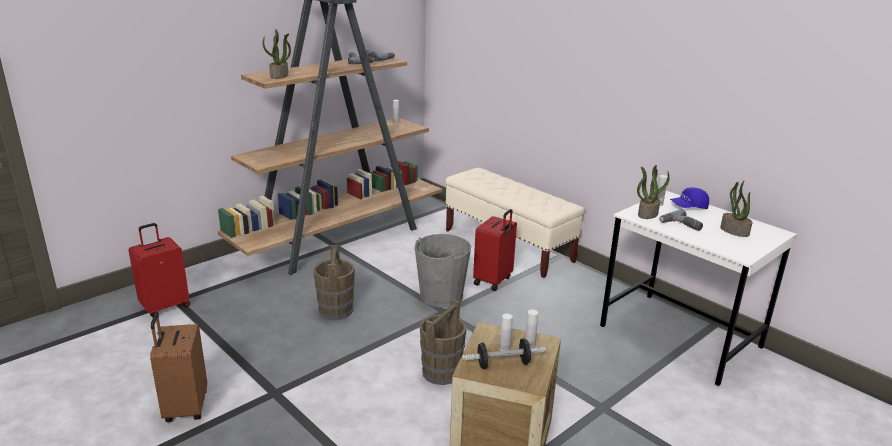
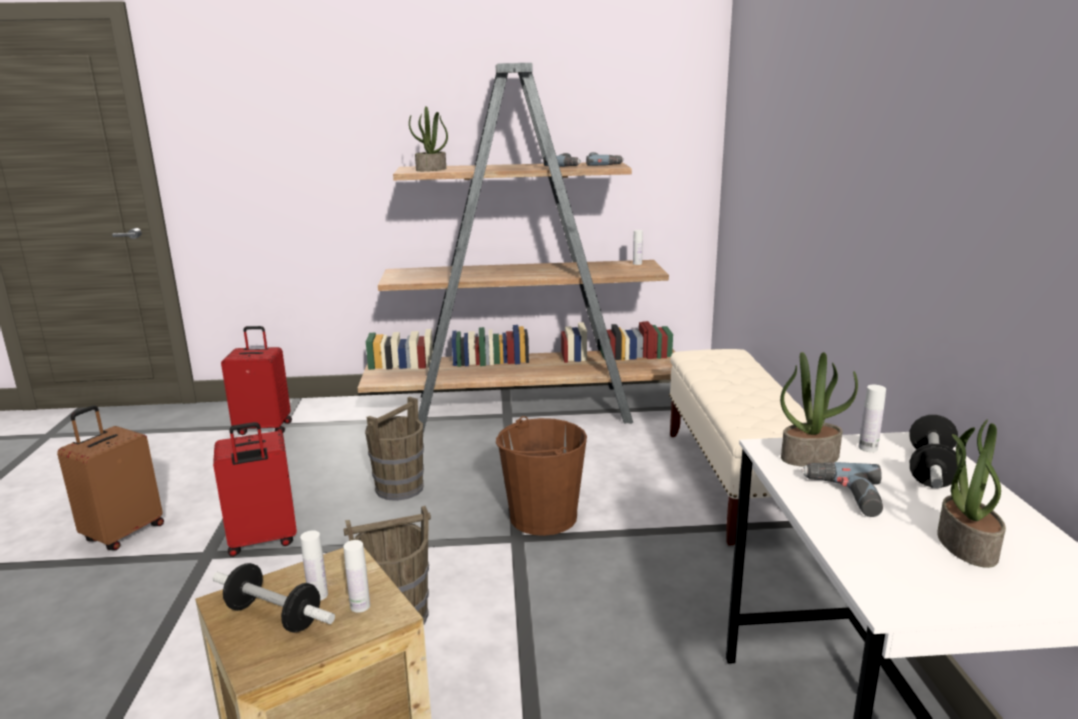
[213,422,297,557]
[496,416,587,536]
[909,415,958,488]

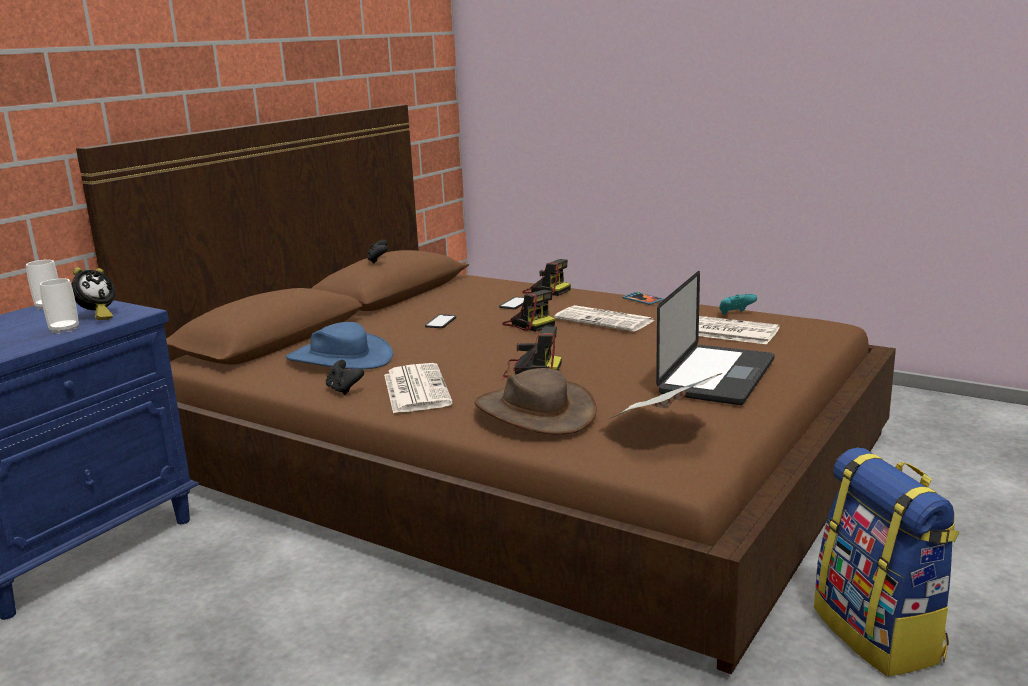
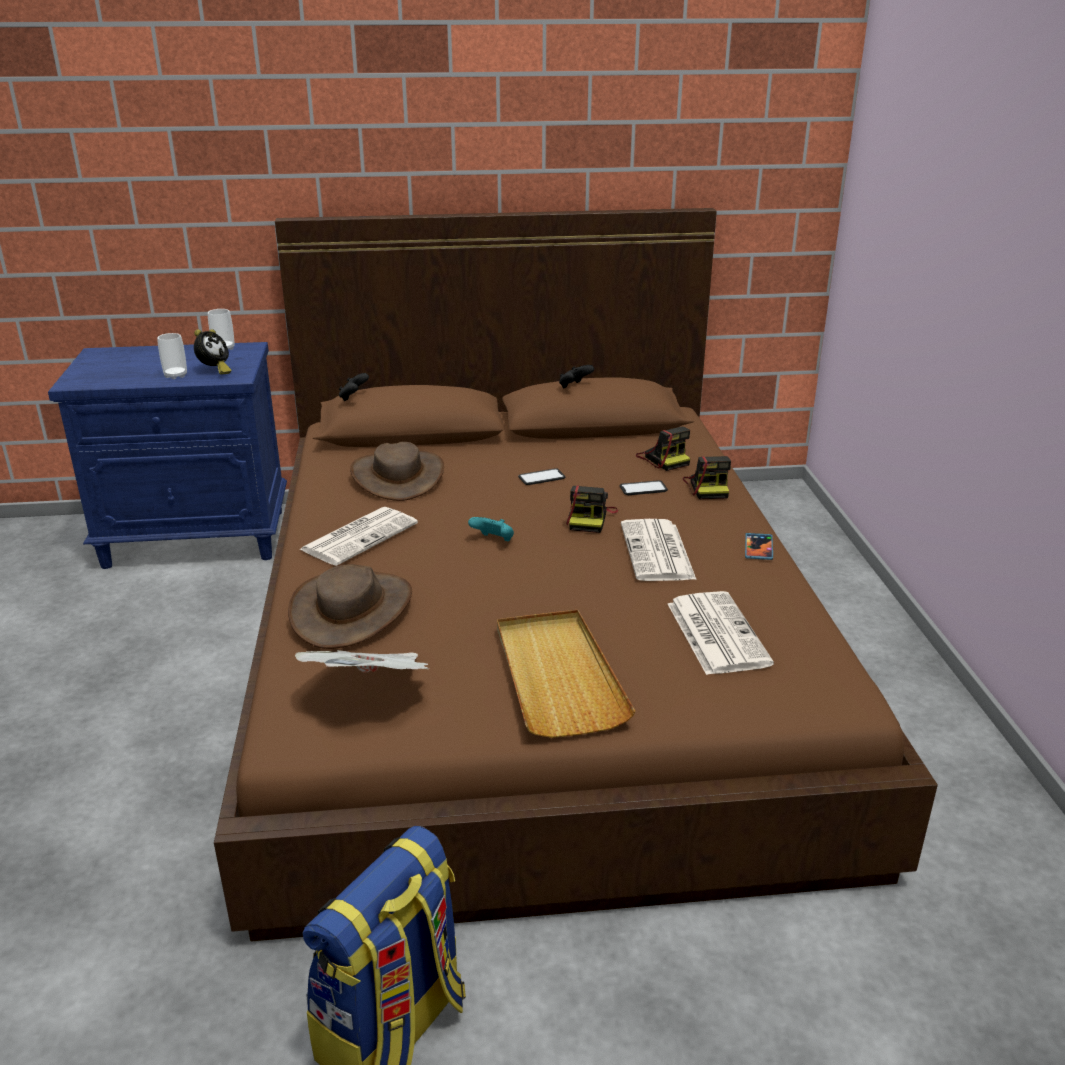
[194,329,232,375]
[339,373,369,401]
[350,442,444,501]
[468,517,514,541]
[497,610,636,738]
[636,427,690,471]

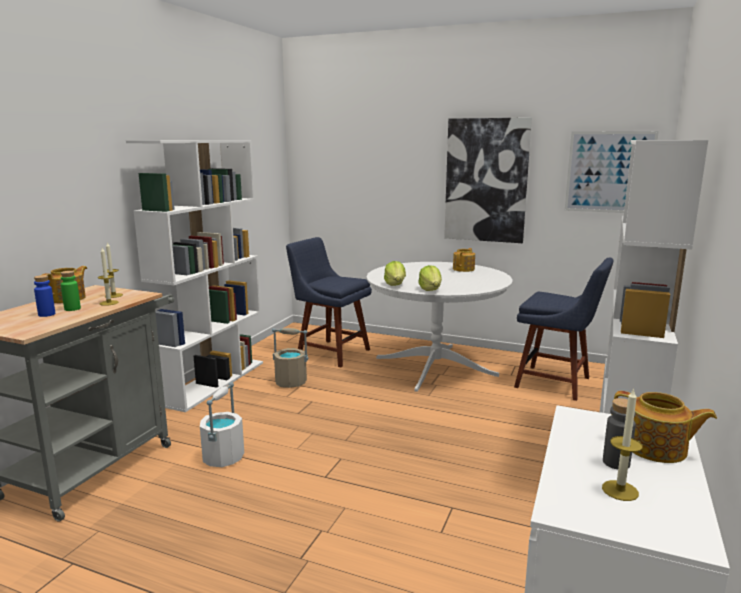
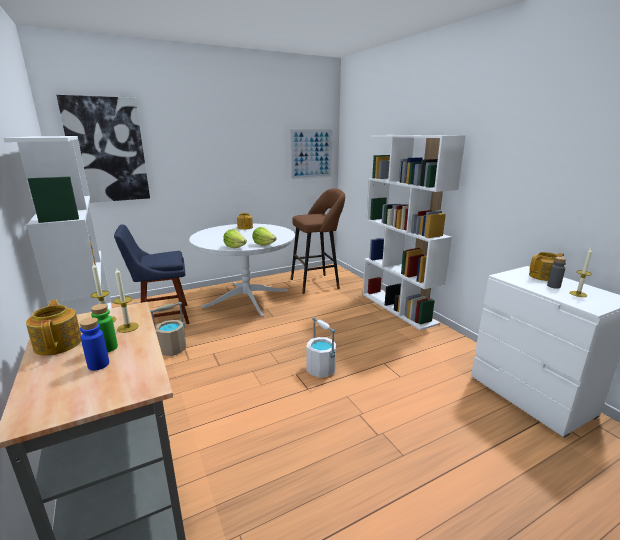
[57,95,150,203]
[291,188,345,294]
[306,317,336,378]

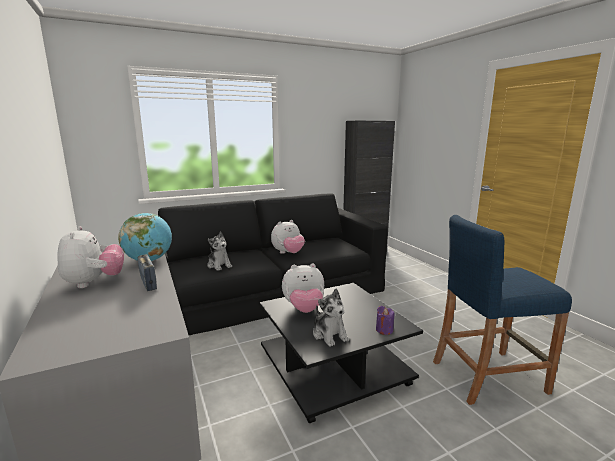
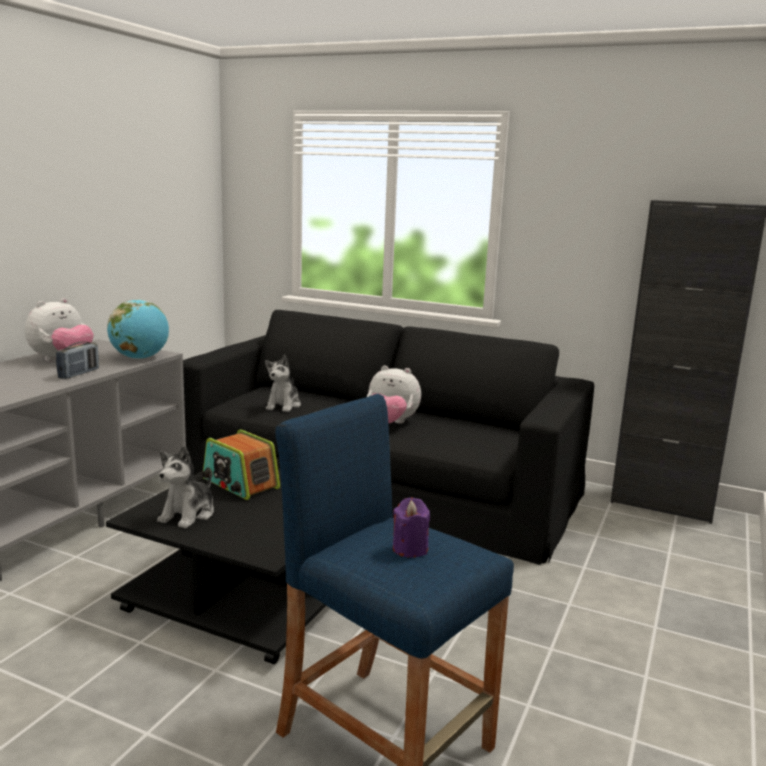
[202,429,280,500]
[393,497,430,558]

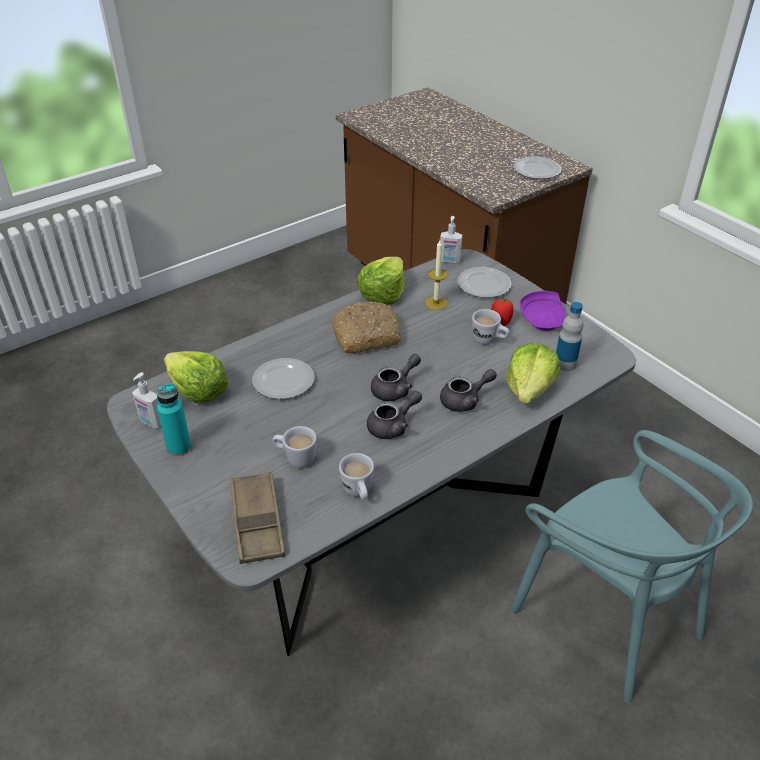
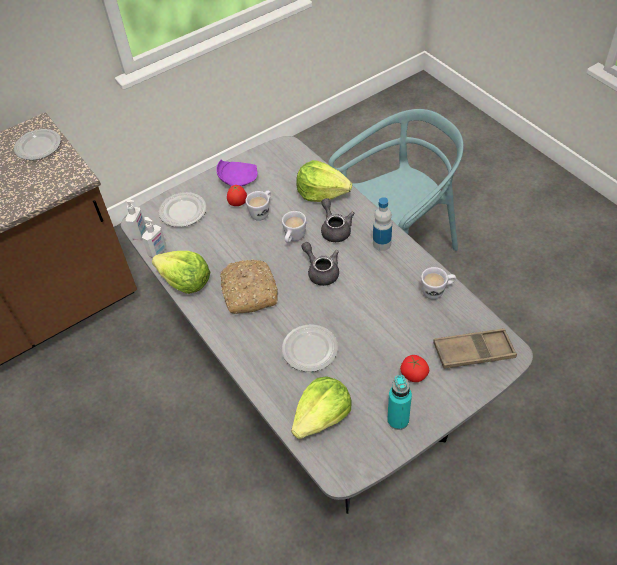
[142,217,167,258]
[282,211,306,243]
[373,197,392,251]
[400,355,429,382]
[367,391,422,439] (first image)
[425,240,448,310] (first image)

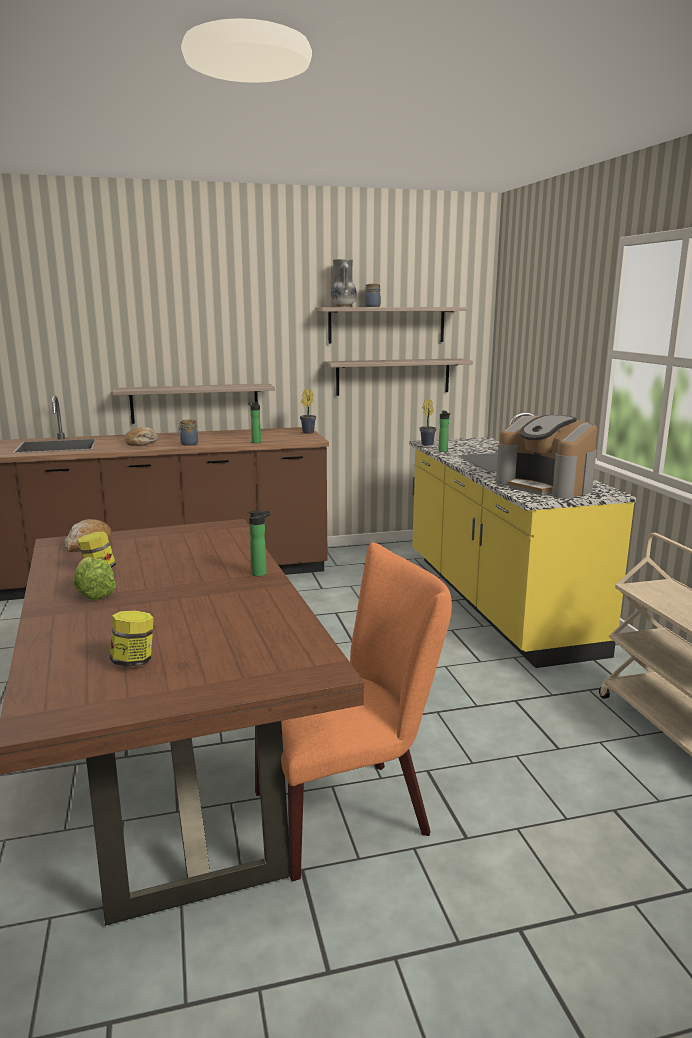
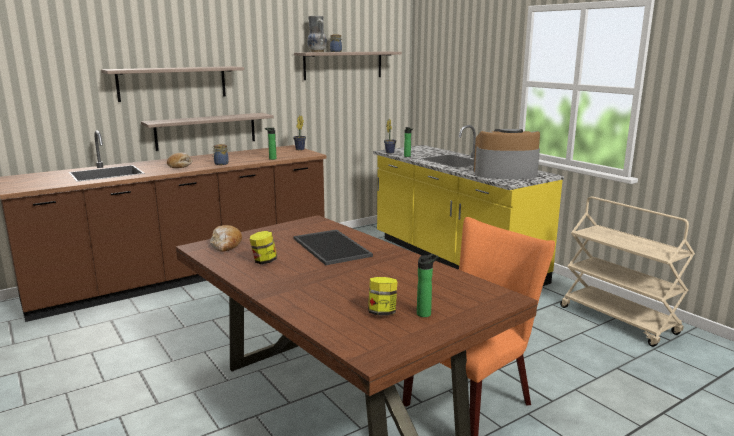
[101,66,244,102]
[293,229,373,265]
[417,254,438,317]
[473,129,540,179]
[74,557,116,600] (first image)

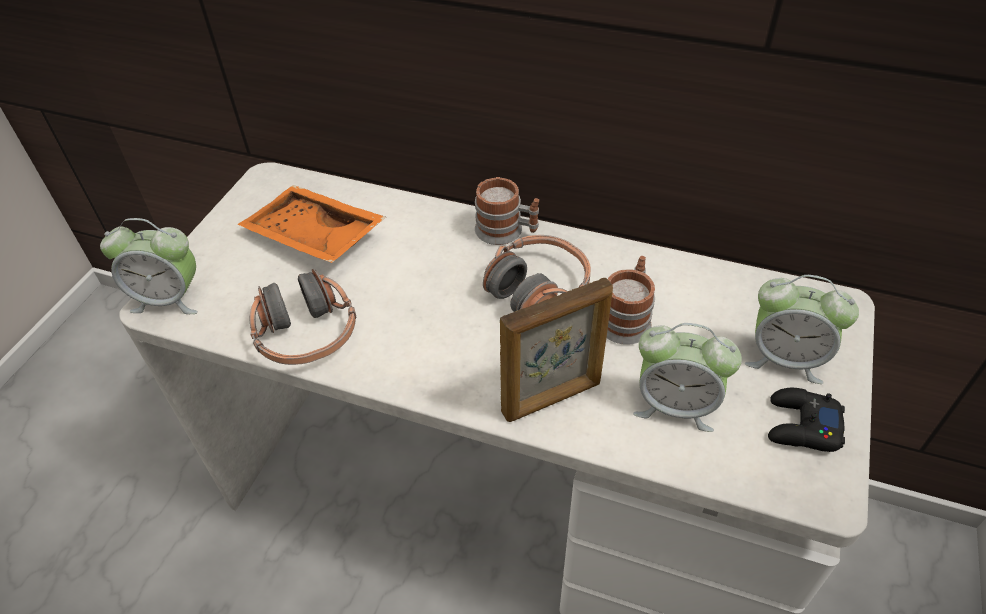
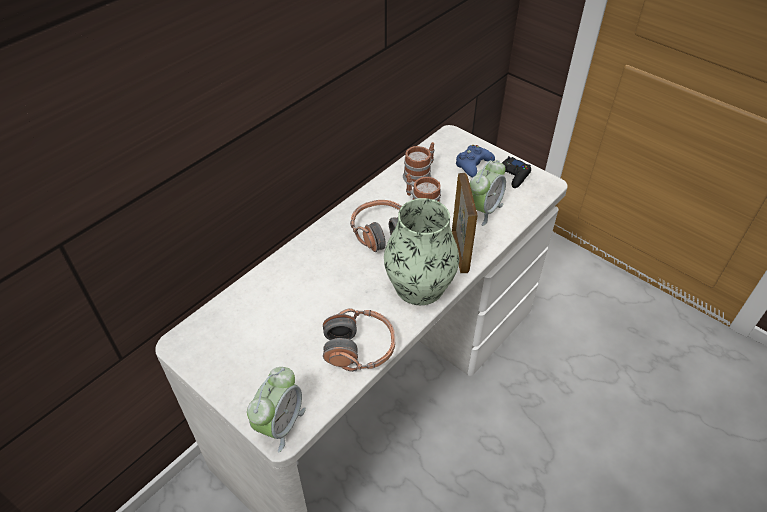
[384,198,459,305]
[403,142,434,183]
[455,145,495,178]
[237,185,386,263] (first image)

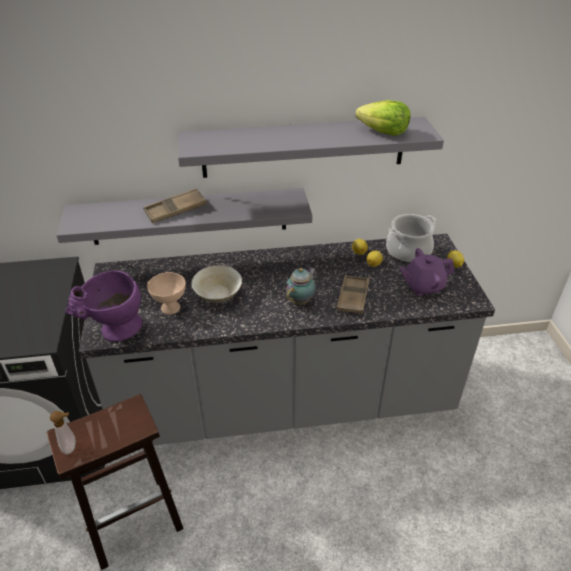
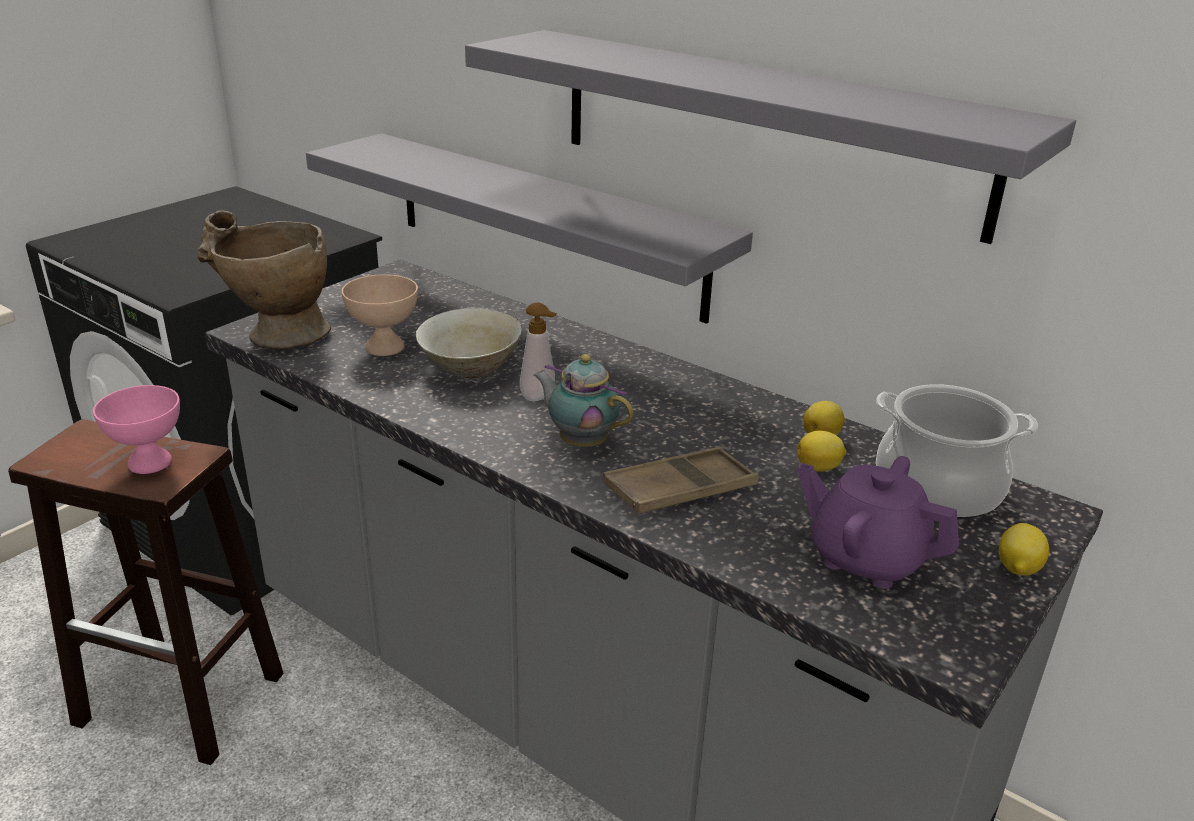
[93,385,180,474]
[198,210,331,349]
[520,303,557,402]
[534,354,634,447]
[143,188,207,223] (first image)
[355,100,411,136] (first image)

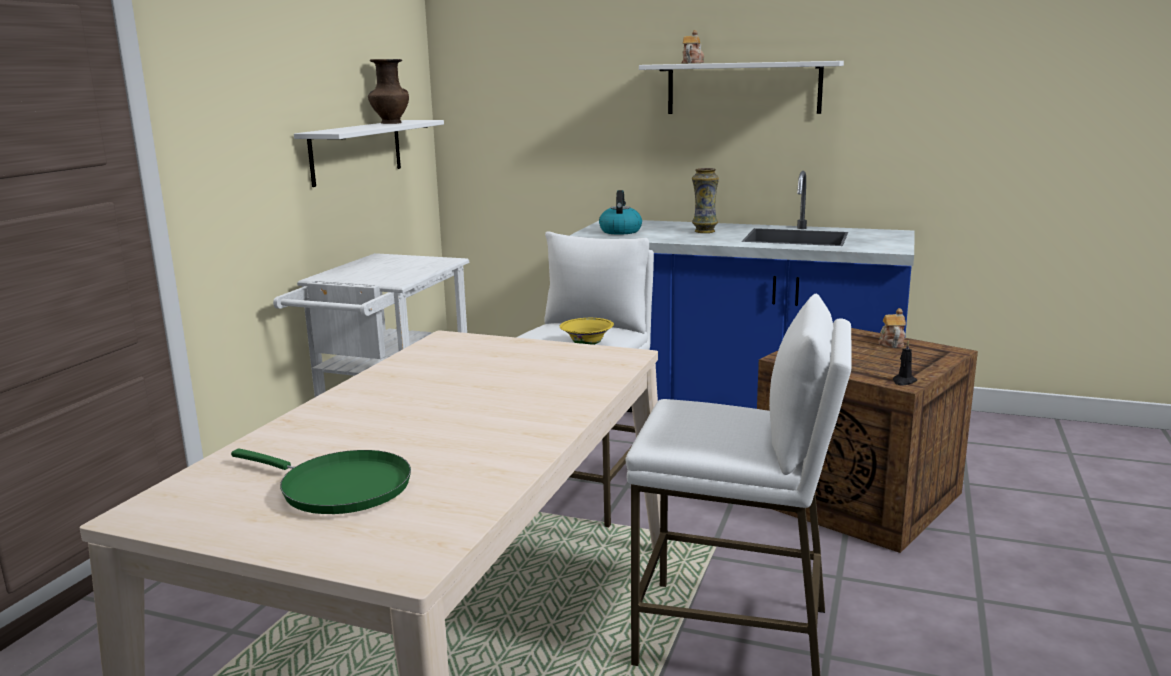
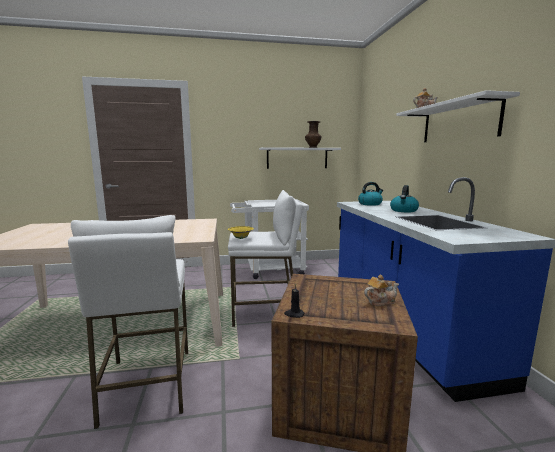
[390,185,419,212]
[231,449,411,514] (first image)

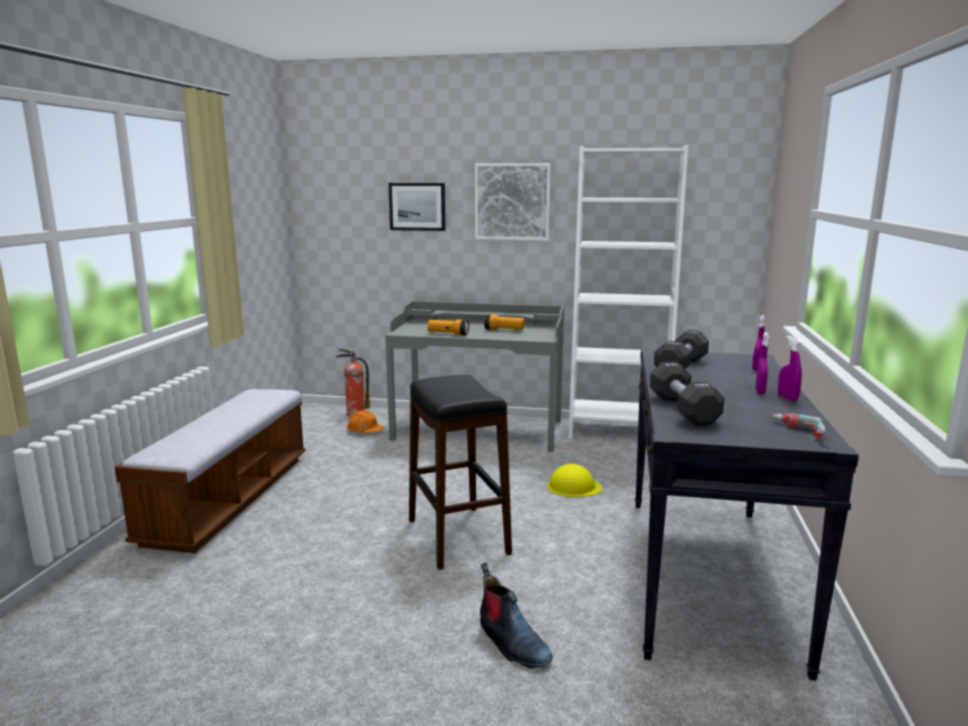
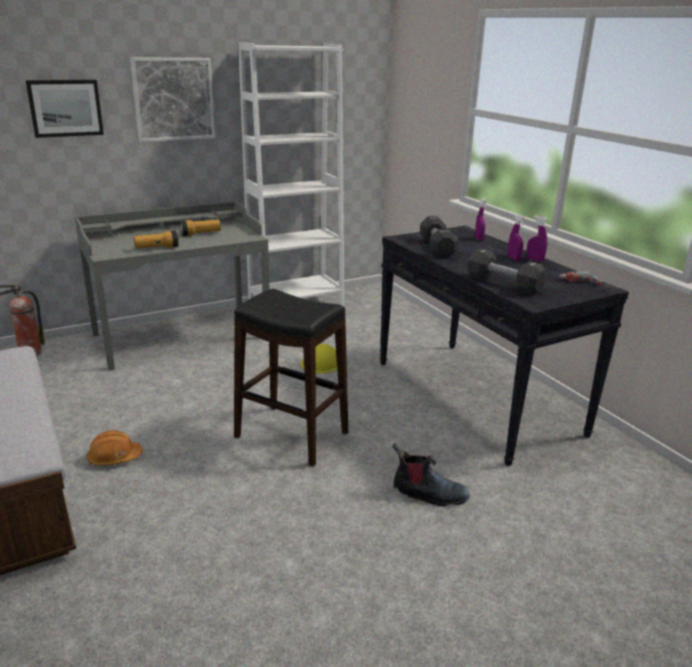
[87,430,143,466]

